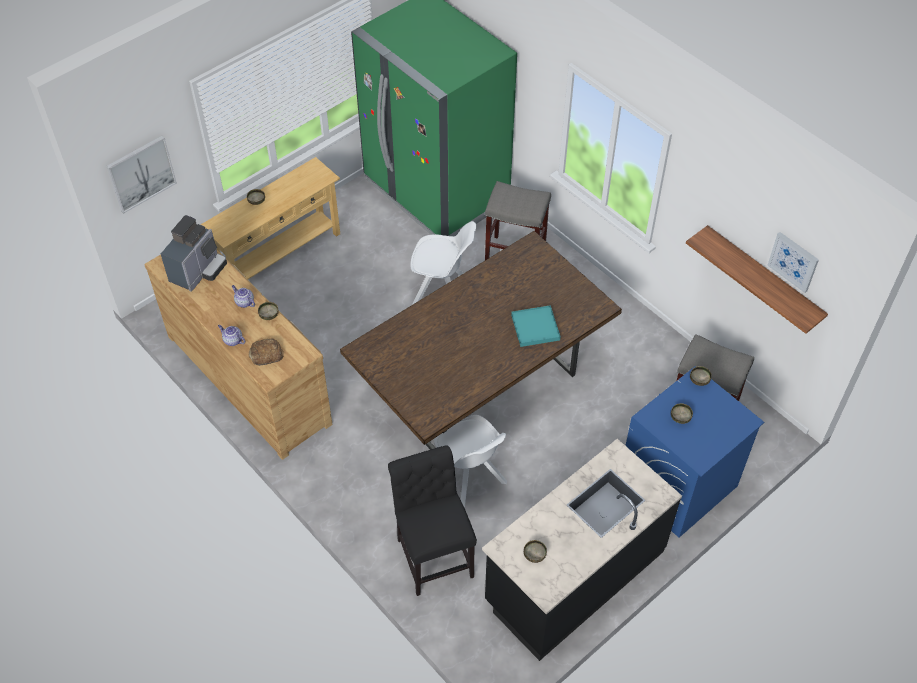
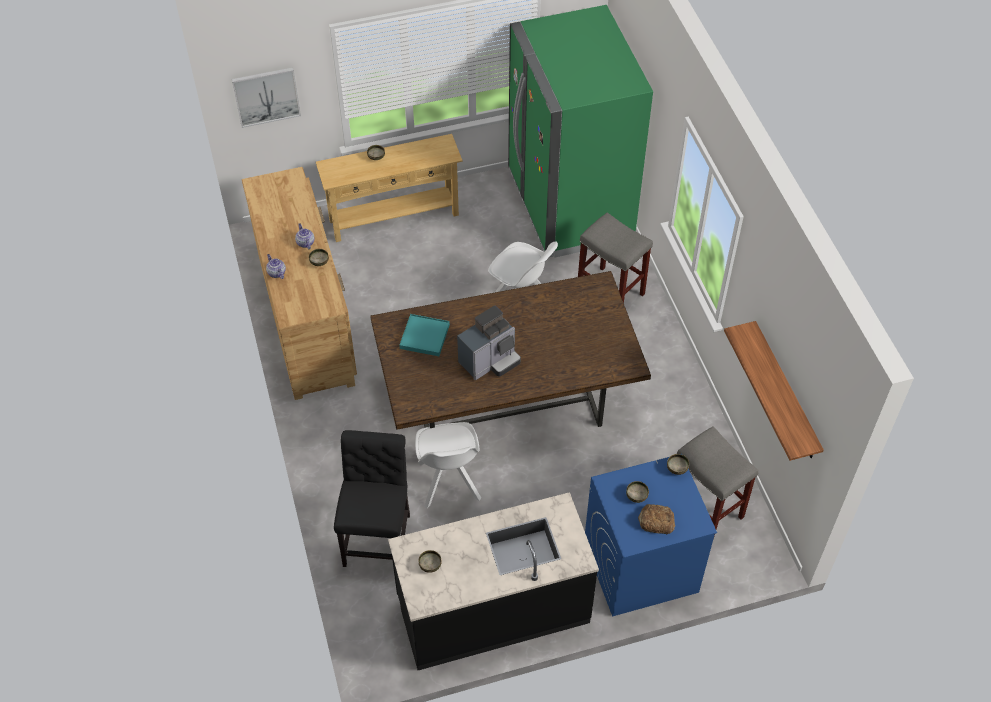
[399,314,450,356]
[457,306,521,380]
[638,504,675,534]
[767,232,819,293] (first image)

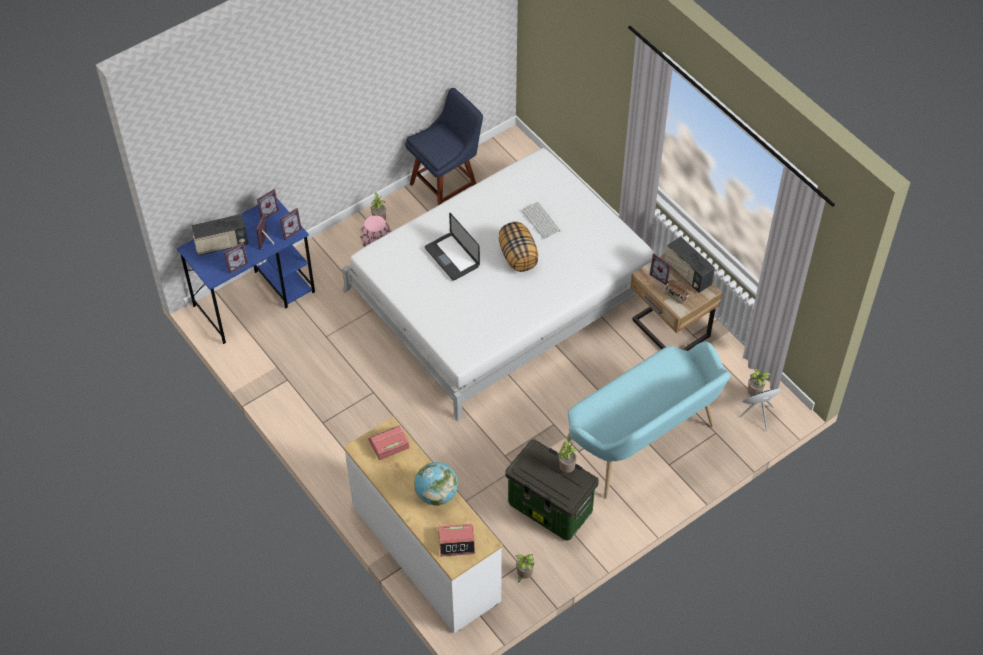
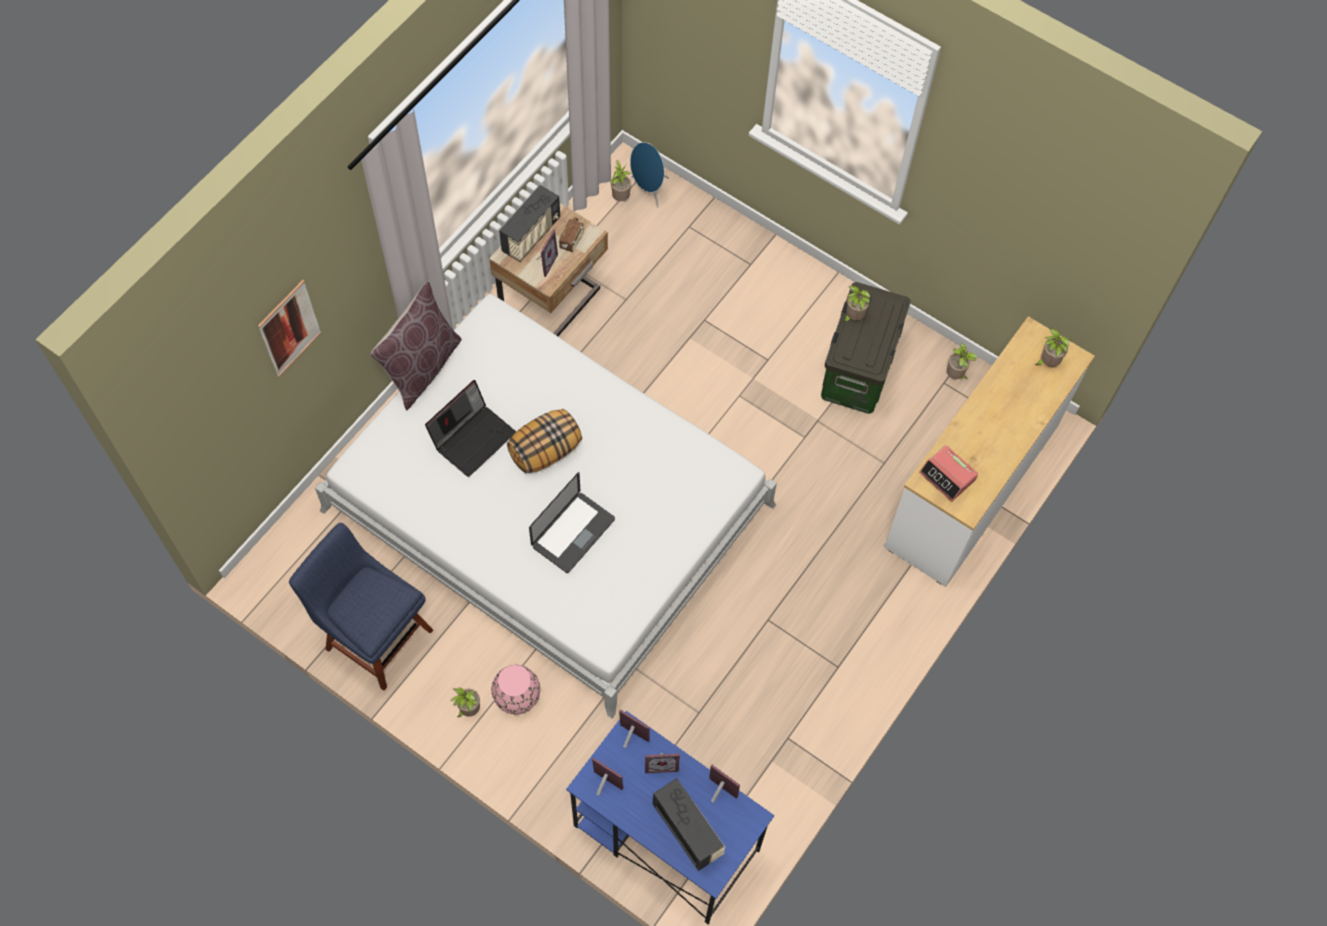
[258,280,321,377]
[370,281,462,411]
[425,380,516,477]
[1035,328,1071,367]
[414,462,458,506] (first image)
[558,342,730,499] (first image)

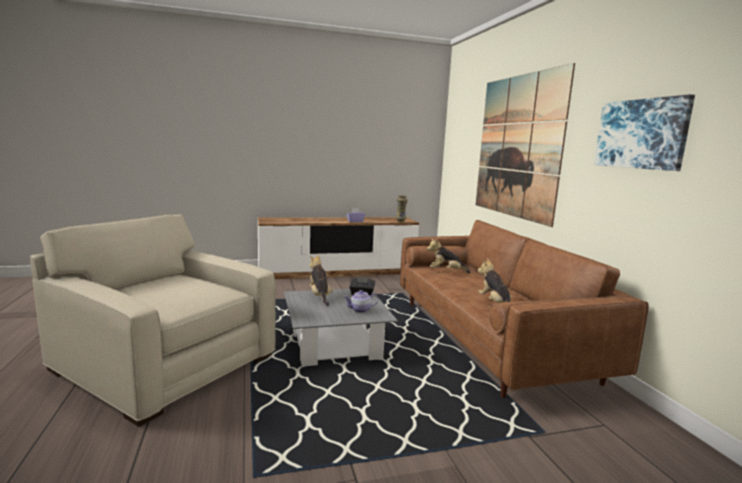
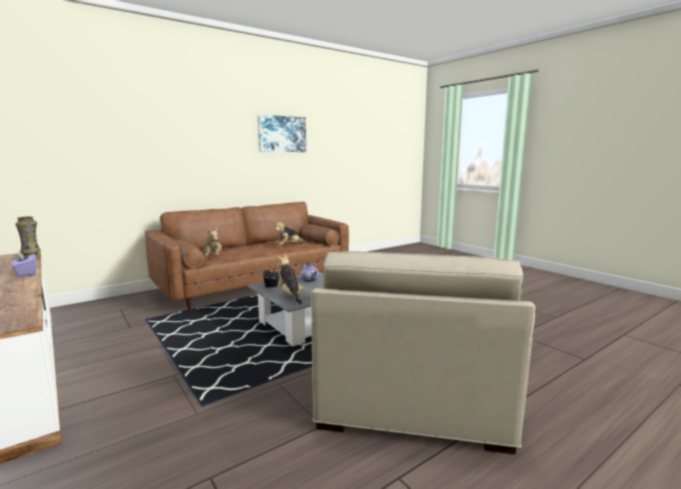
[277,254,304,304]
[476,63,575,227] (first image)

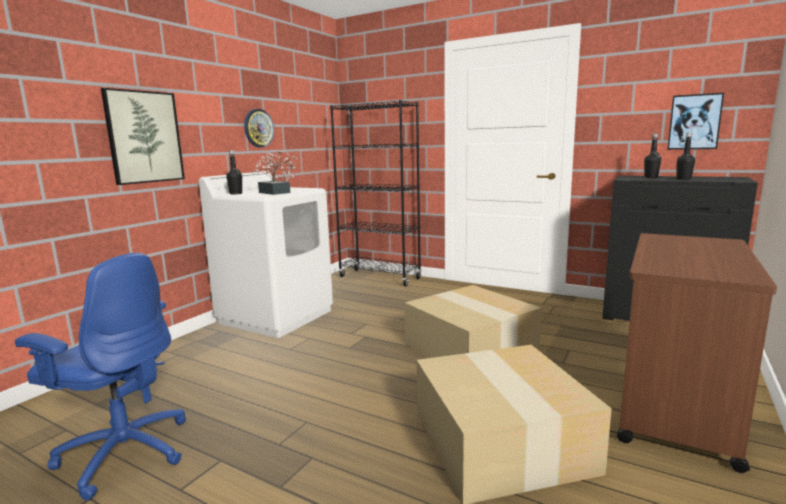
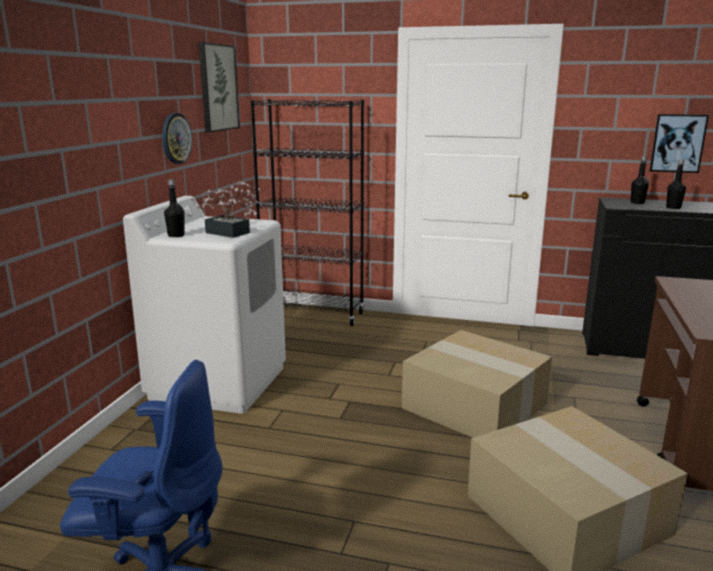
[199,42,240,132]

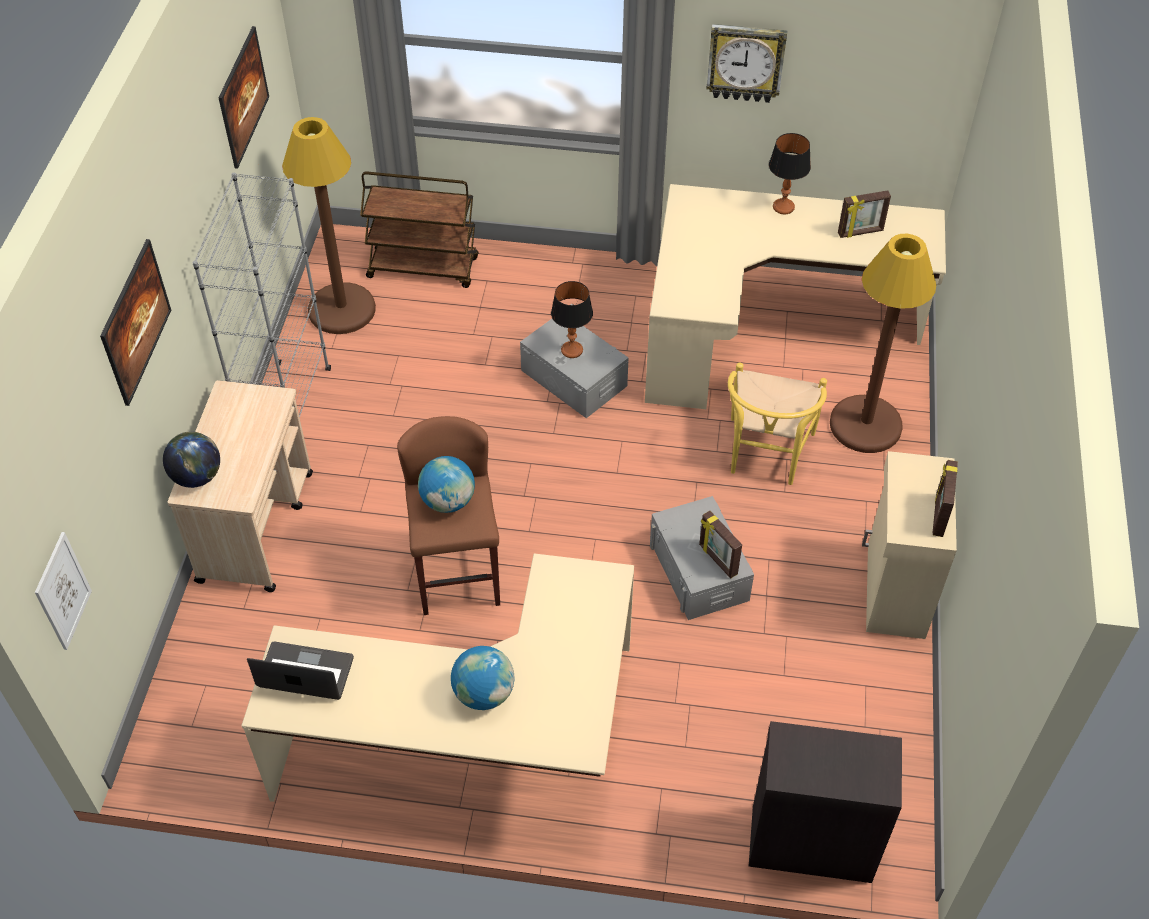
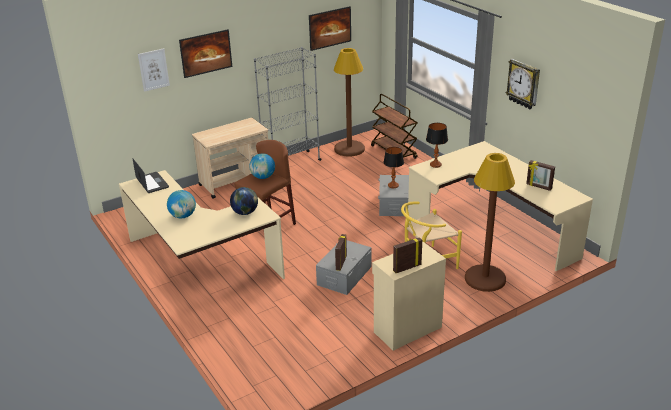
[138,48,170,92]
[230,187,258,215]
[426,123,448,168]
[749,721,902,883] (first image)

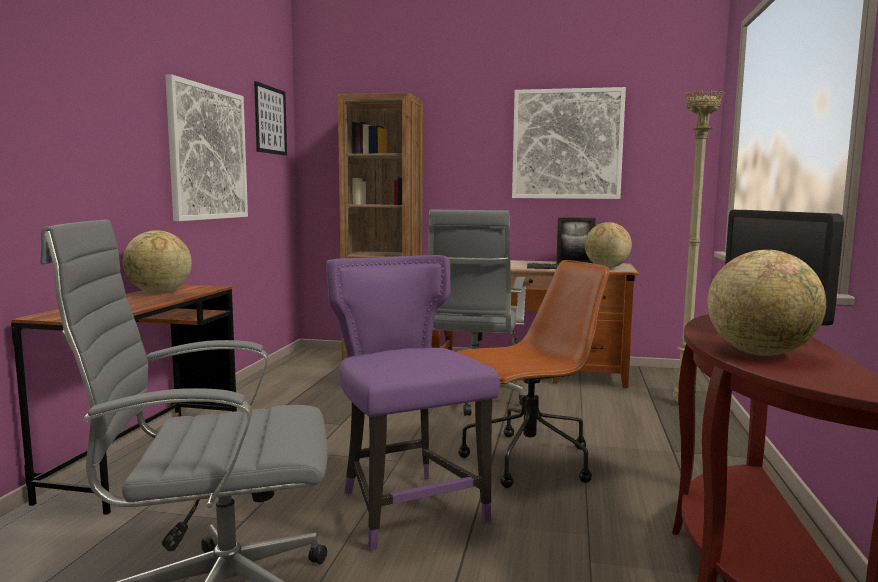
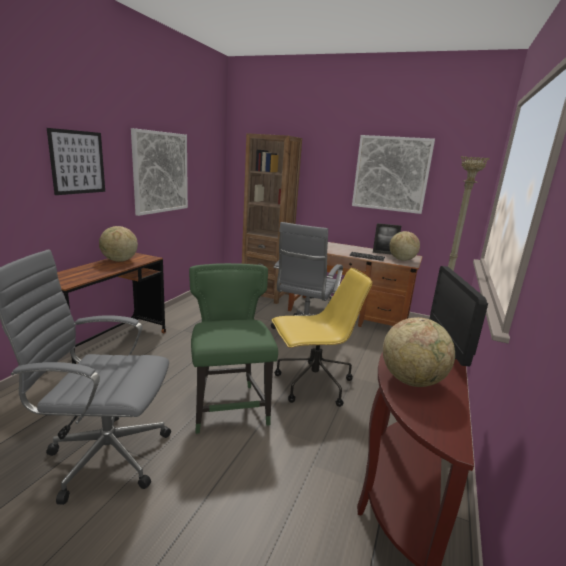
[47,128,105,195]
[189,263,278,434]
[272,268,372,407]

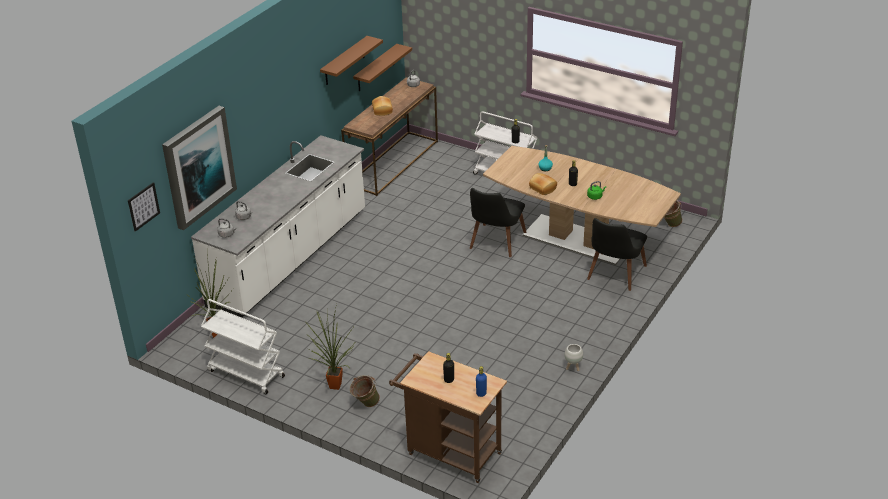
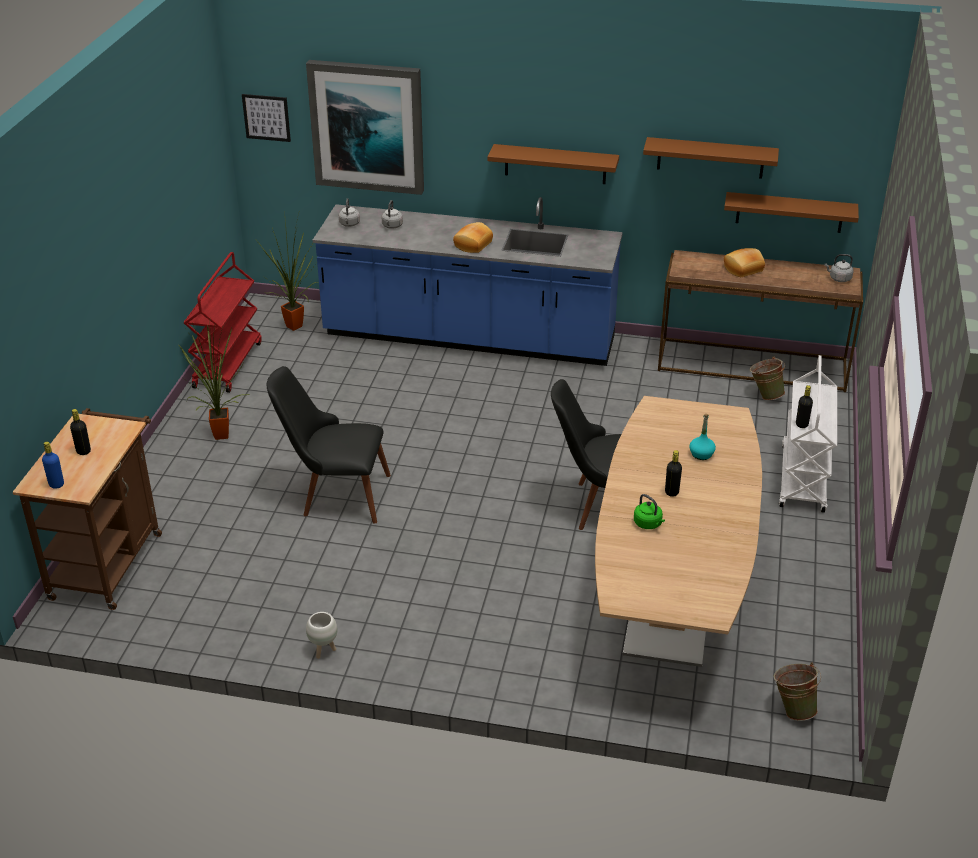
[184,252,262,393]
[267,366,391,523]
[313,197,623,366]
[453,222,493,253]
[487,144,619,184]
[750,356,785,400]

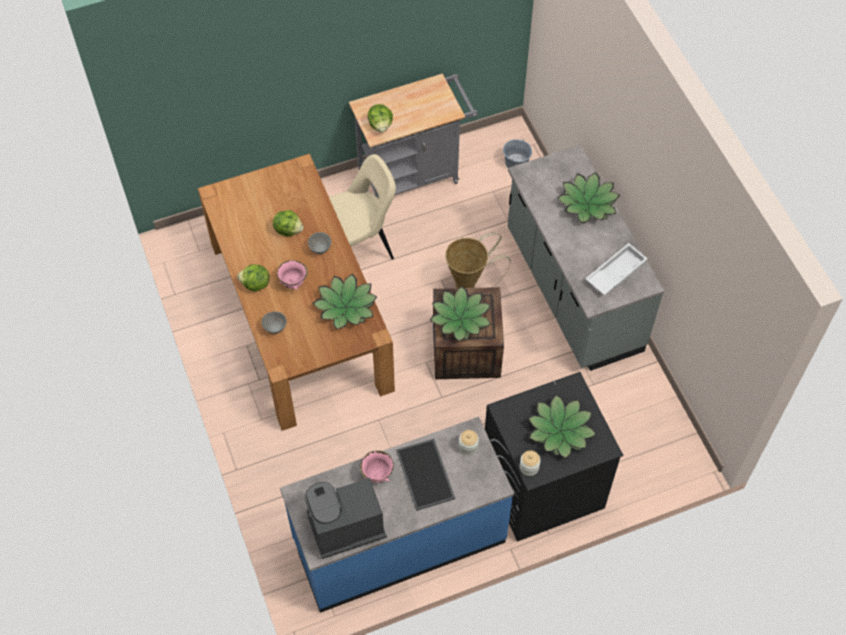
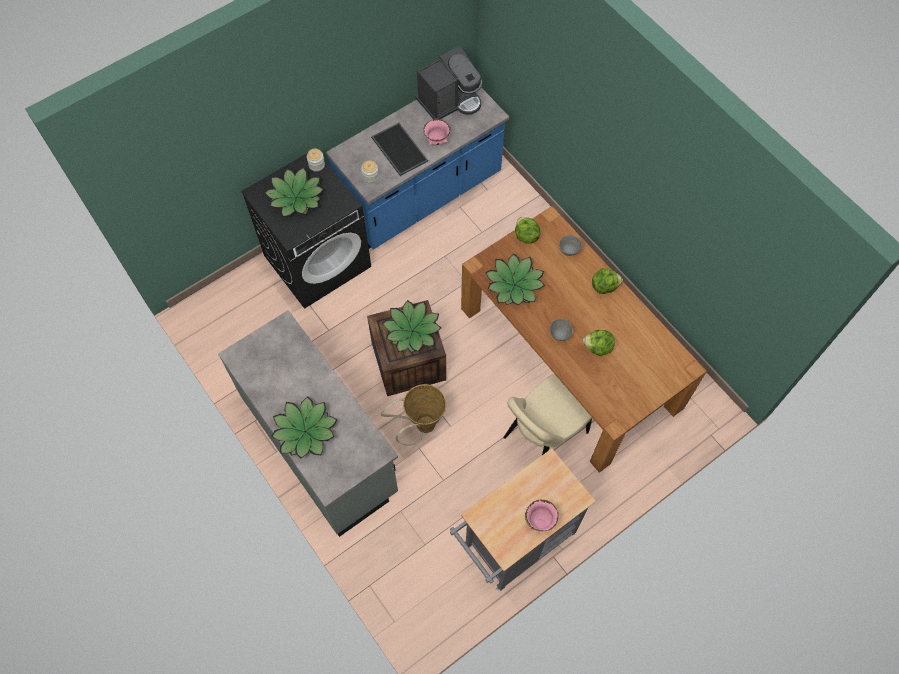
[515,217,540,244]
[525,500,559,531]
[503,139,532,168] (first image)
[585,243,647,295] (first image)

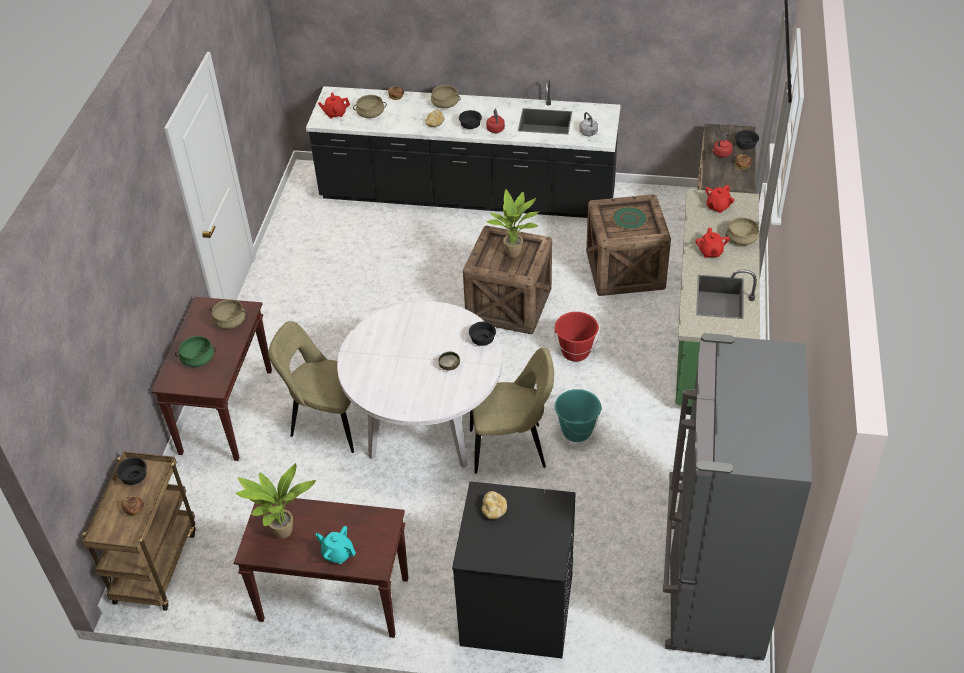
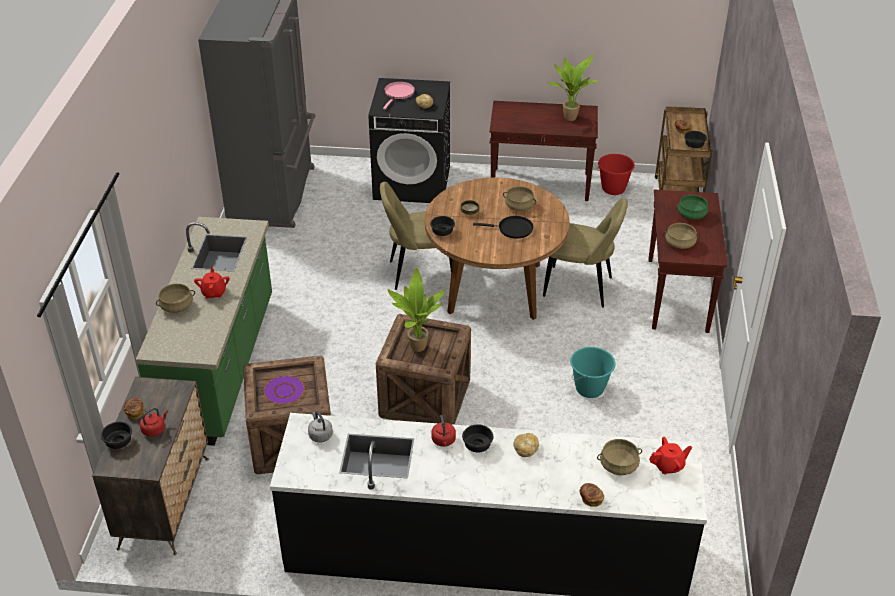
[264,375,305,405]
[383,82,415,109]
[425,178,570,320]
[473,216,533,238]
[503,186,536,211]
[570,347,616,398]
[597,154,635,195]
[315,526,356,564] (first image)
[705,185,734,213] (first image)

